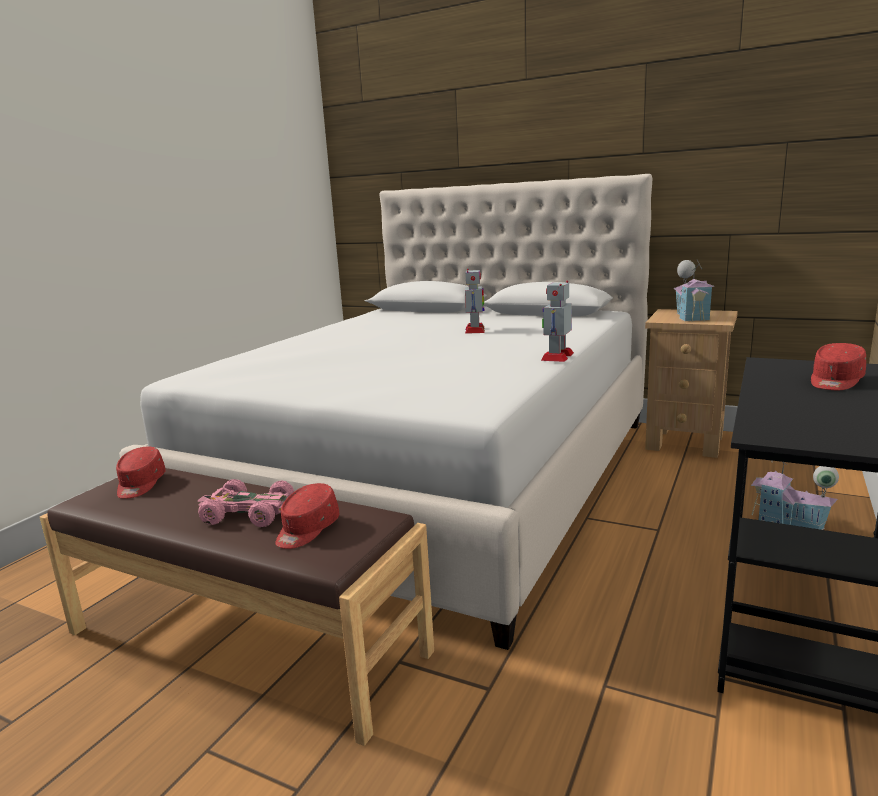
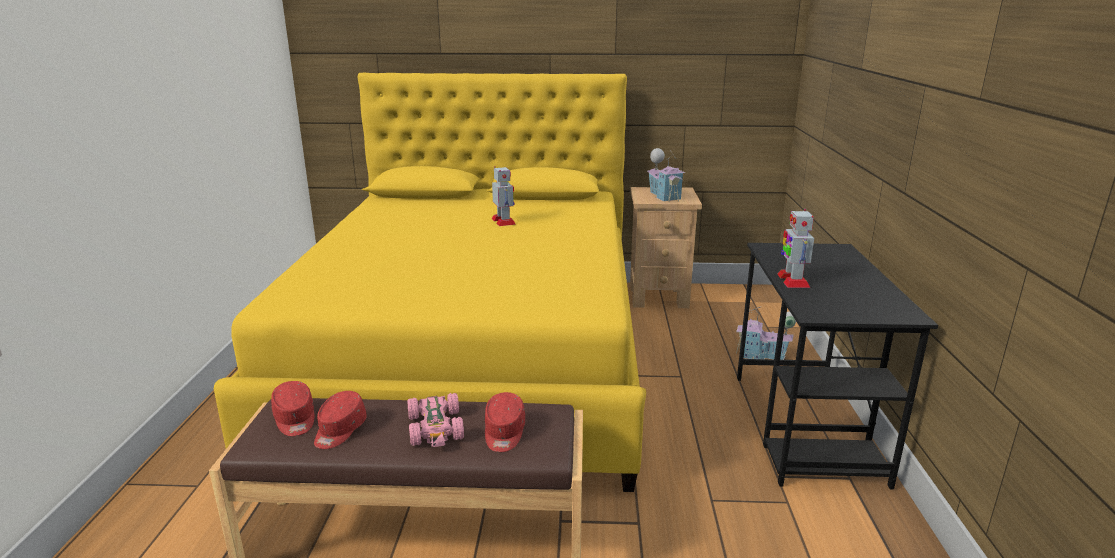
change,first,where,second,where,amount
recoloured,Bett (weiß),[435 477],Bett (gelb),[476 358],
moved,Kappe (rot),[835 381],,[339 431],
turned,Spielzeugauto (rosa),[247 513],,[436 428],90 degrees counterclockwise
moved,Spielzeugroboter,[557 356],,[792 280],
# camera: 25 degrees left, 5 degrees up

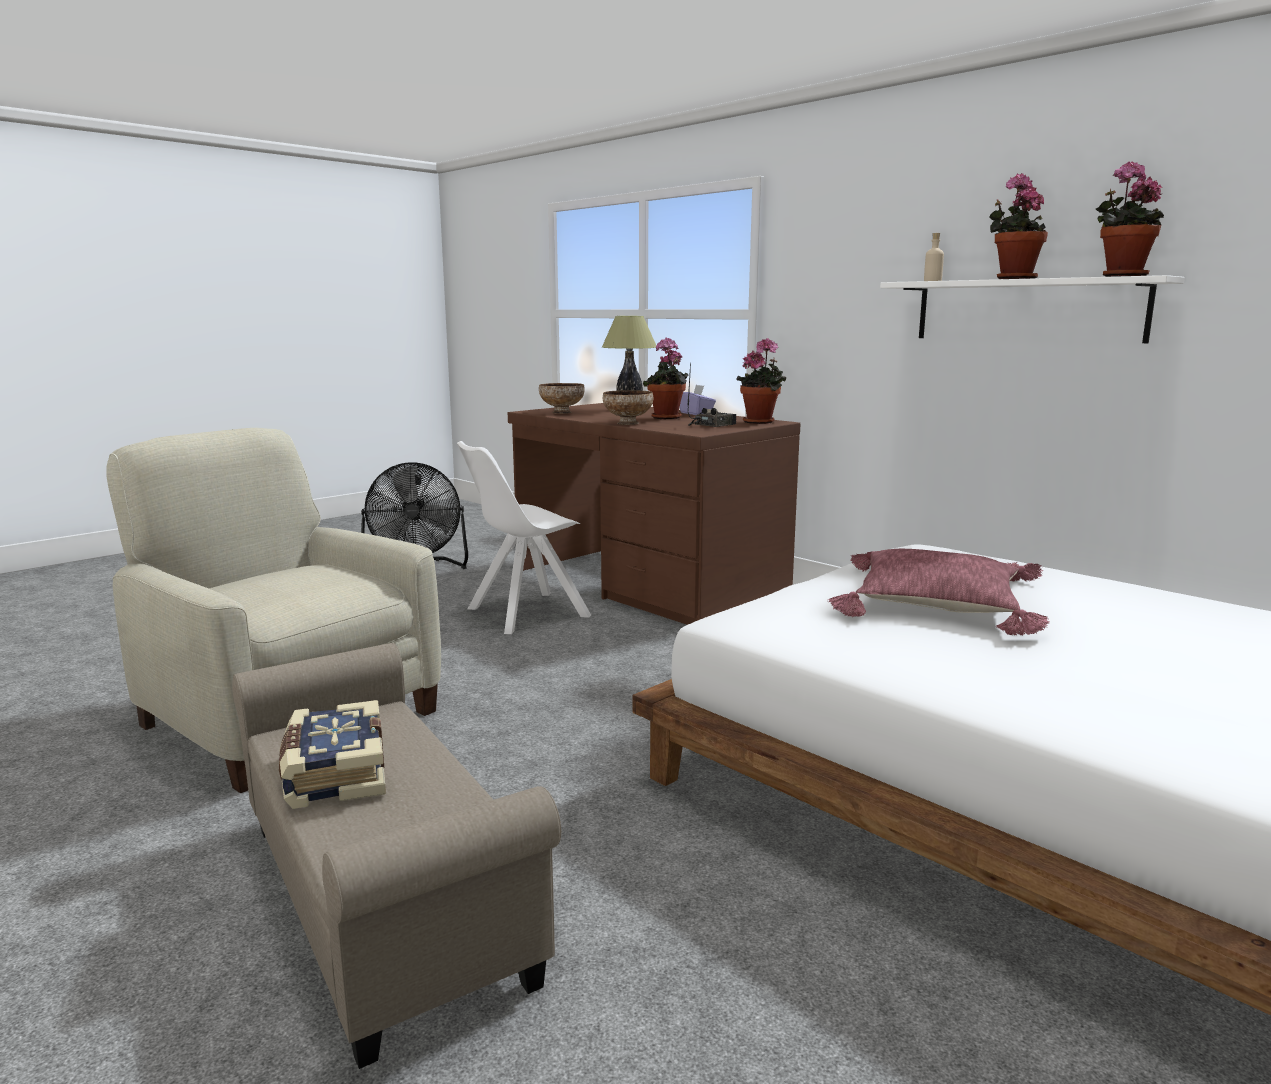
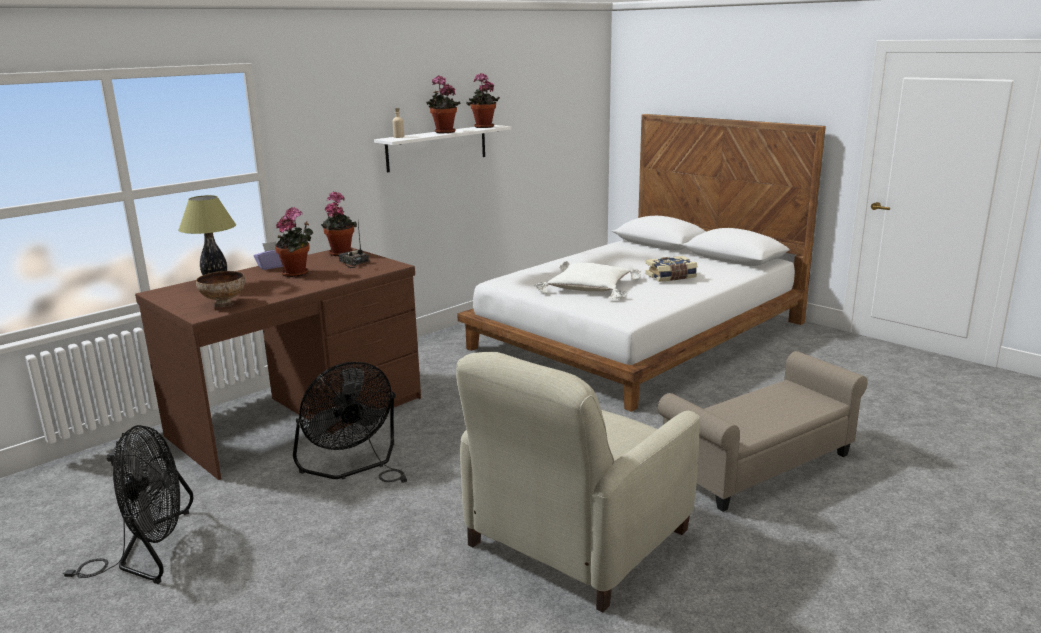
change,first,where,second,where,amount
replaced,Stuhl (weiß),[525 613],Ventilator (schwarz),[360 465],
recoloured,Kissen (rot),[937 599],Kissen (weiß),[589 286],
moved,Buch,[334 774],,[671 277],
removed,Schüssel,[628 423],,,
# camera: 90 degrees left, 5 degrees up

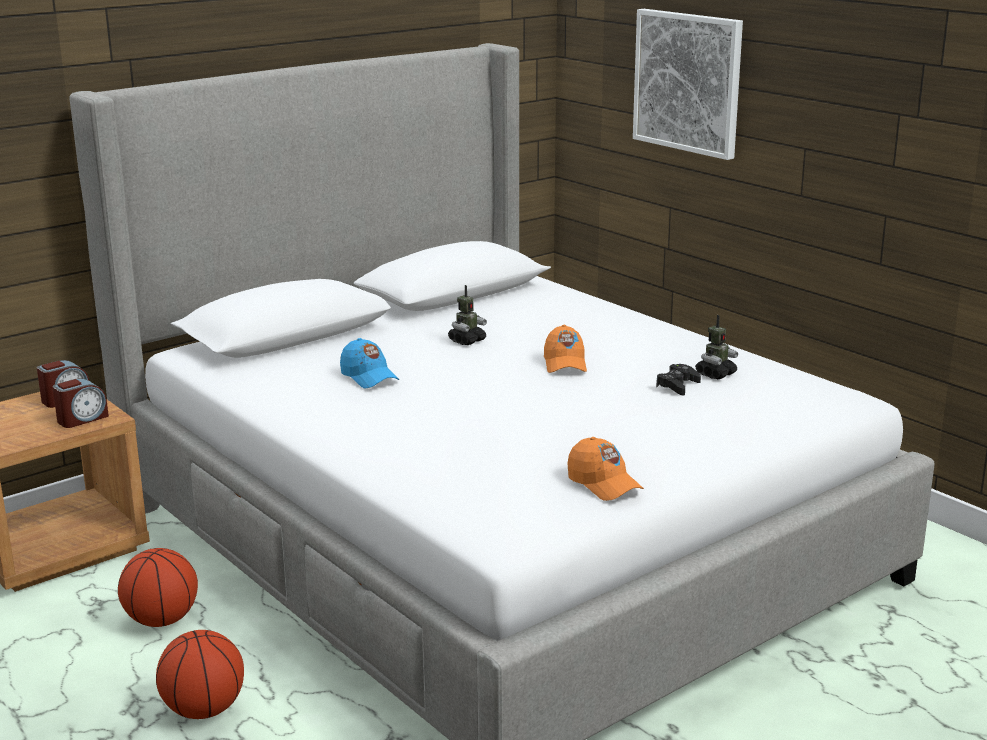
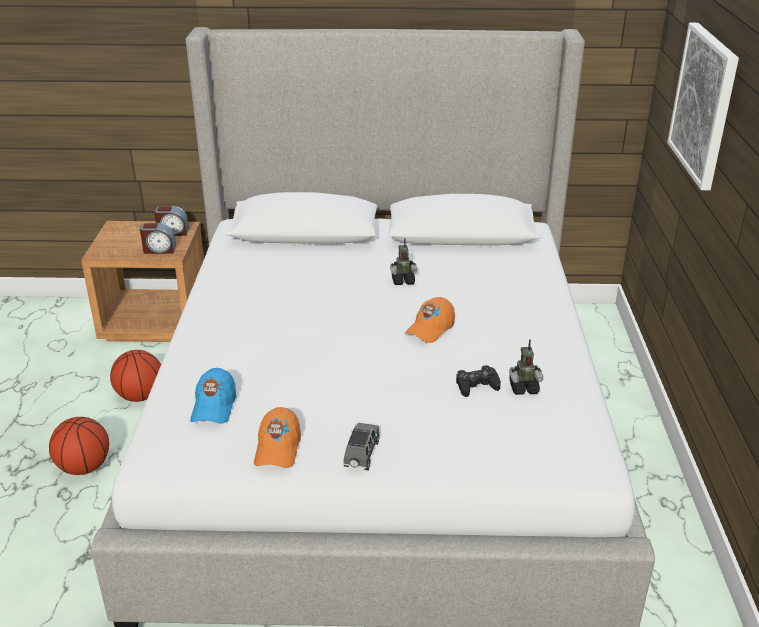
change,first,where,second,where,amount
moved,Kappe (blau),[369 377],,[214 407],
added,,,Spielzeugauto (grau),[361 454],
# camera: 40 degrees right, 10 degrees up

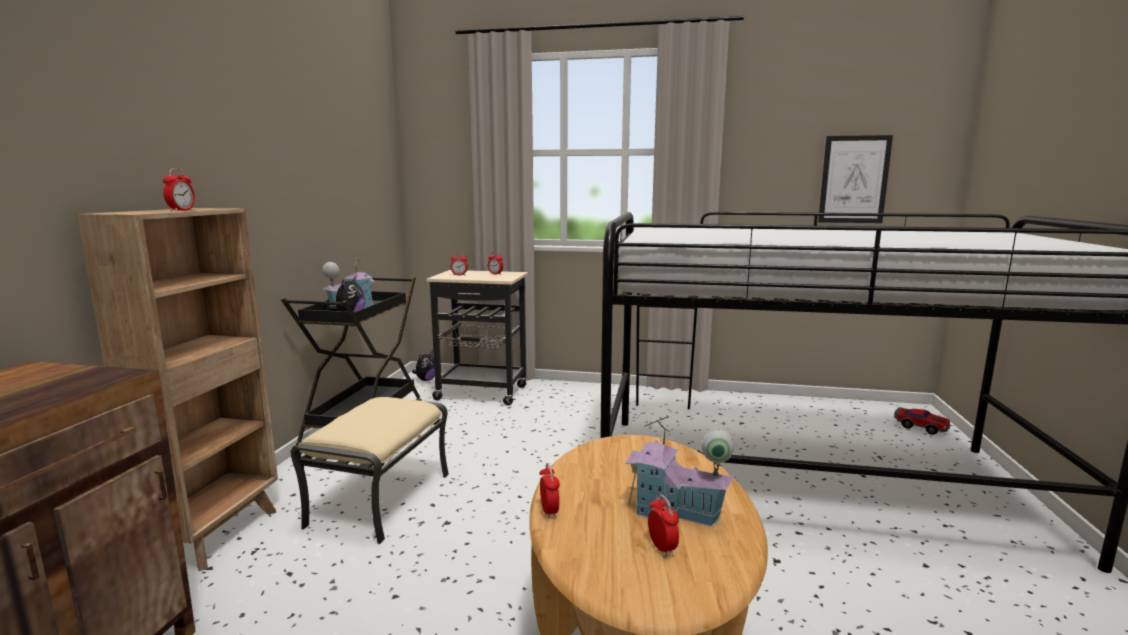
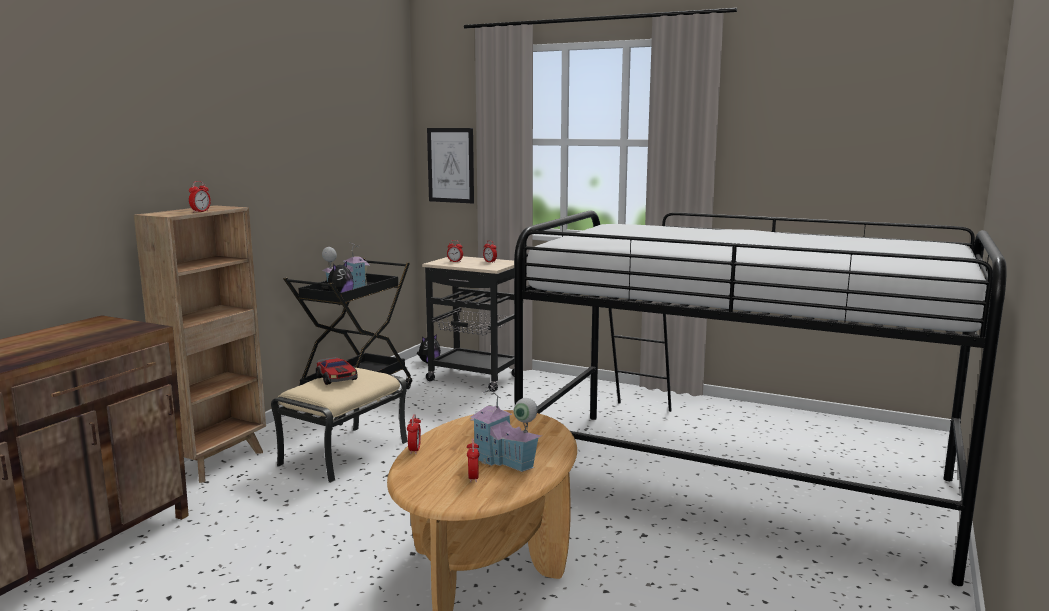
change,first,where,second,where,amount
moved,Spielzeugauto,[921 427],,[336 378],
moved,Bild,[854 179],,[450 165],
# camera: 15 degrees right, 0 degrees up

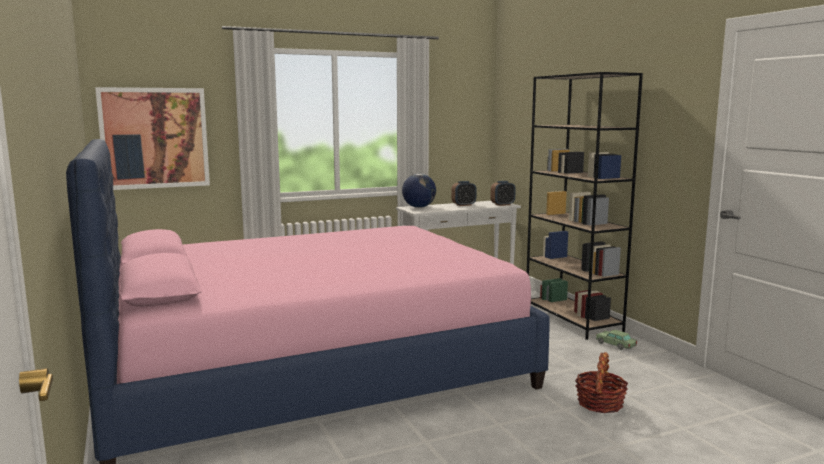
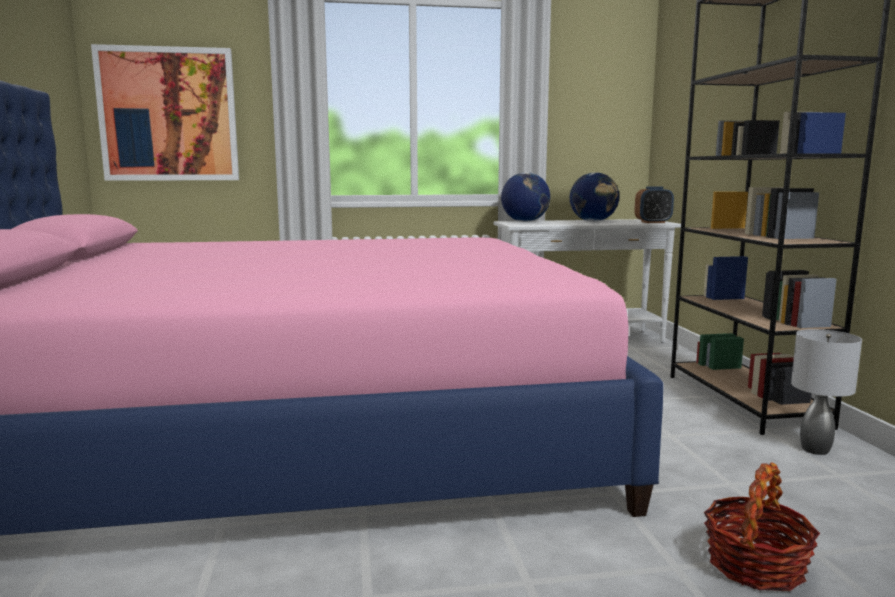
change,first,where,second,where,amount
replaced,Wecker,[463 205],Globus,[593 221],
replaced,Spielzeugauto,[615 345],Tischlampe (grau),[815 450],
# camera: 15 degrees right, 0 degrees up

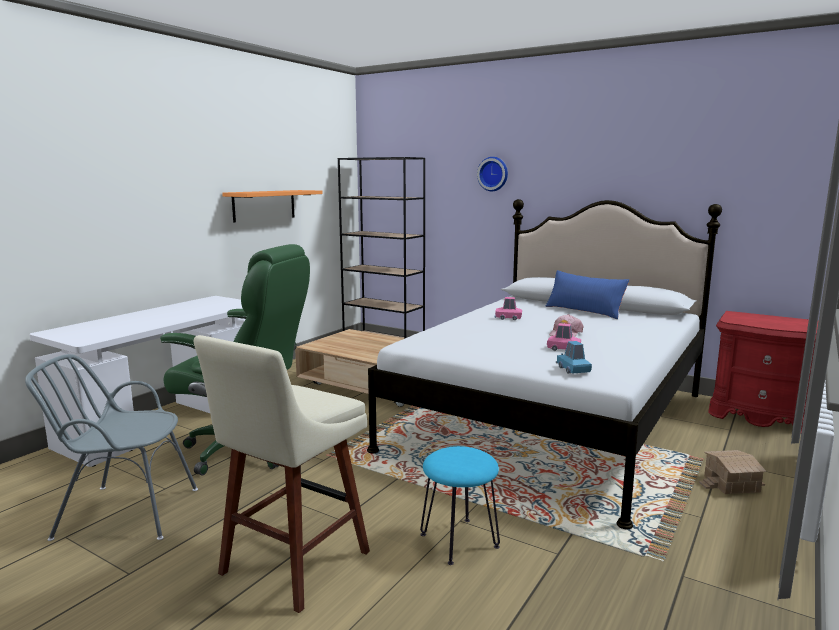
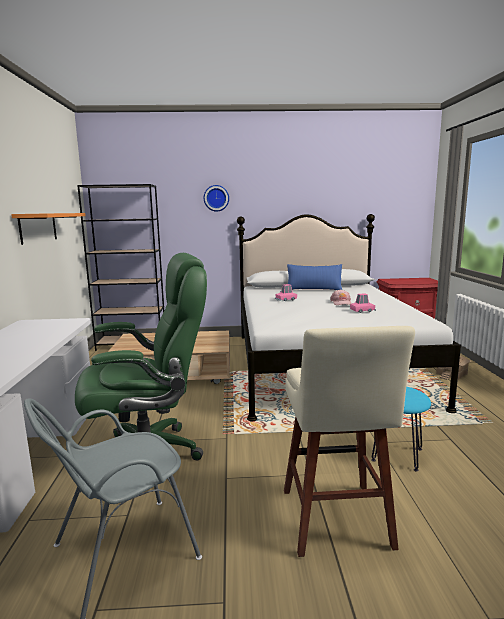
change,first,where,second,where,amount
removed,Spielzeugauto (blau),[573 369],,,
# camera: 35 degrees left, 0 degrees up

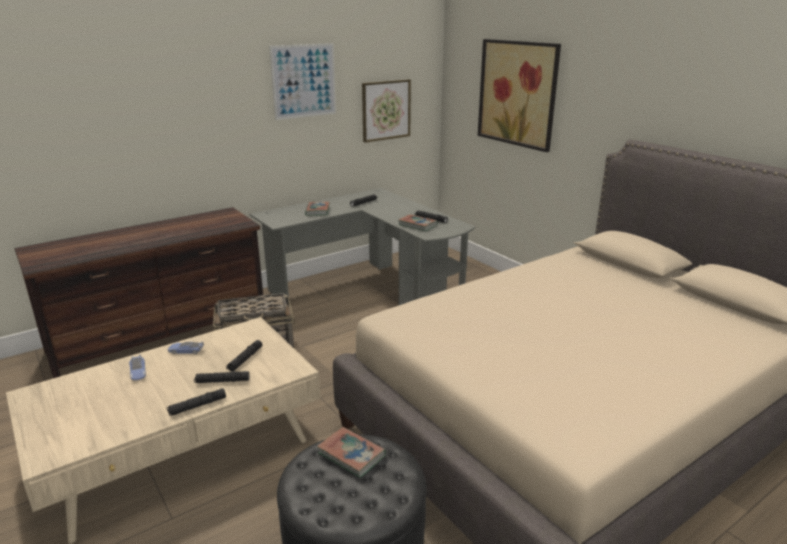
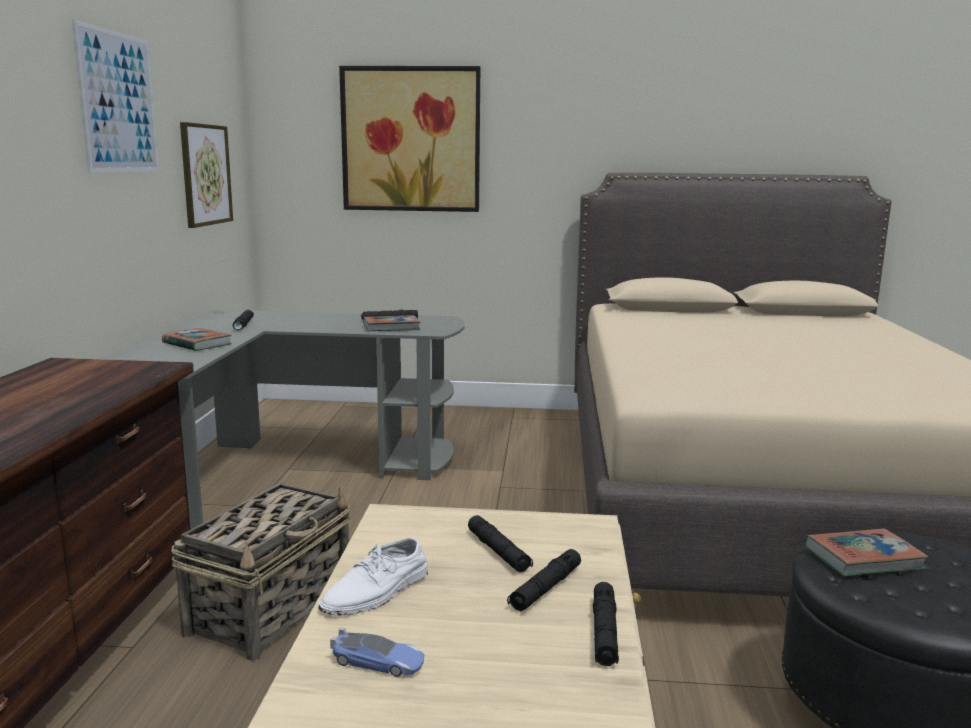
change,first,where,second,where,amount
replaced,Spielzeugauto,[186 350],Schuh (weiß),[377 592],
# camera: 50 degrees left, 10 degrees down

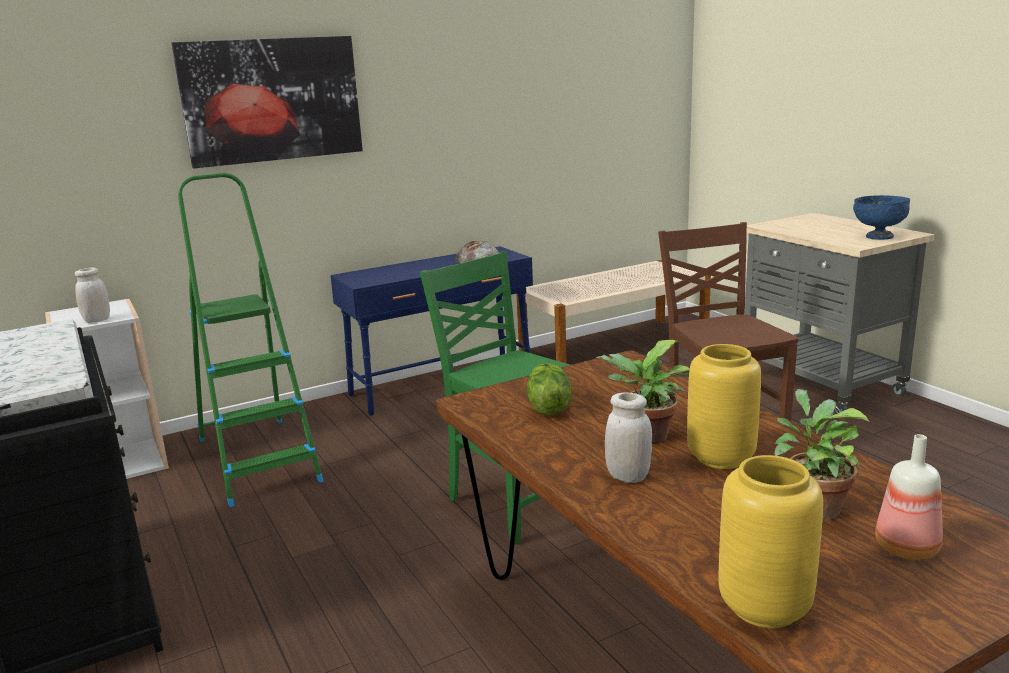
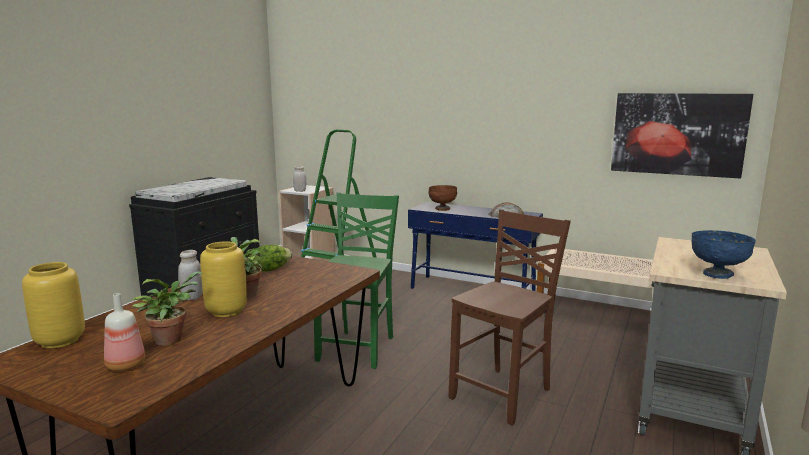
change,first,where,second,where,amount
added,,,Schüssel (braun),[442 209],
moved,Bild,[272 100],,[677 134],
# camera: 55 degrees right, 5 degrees down

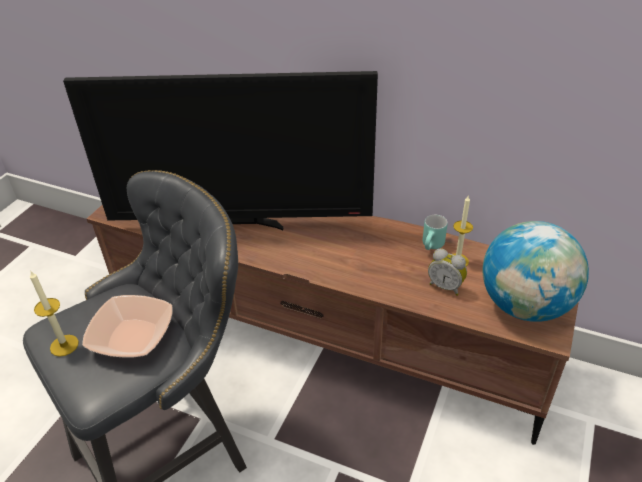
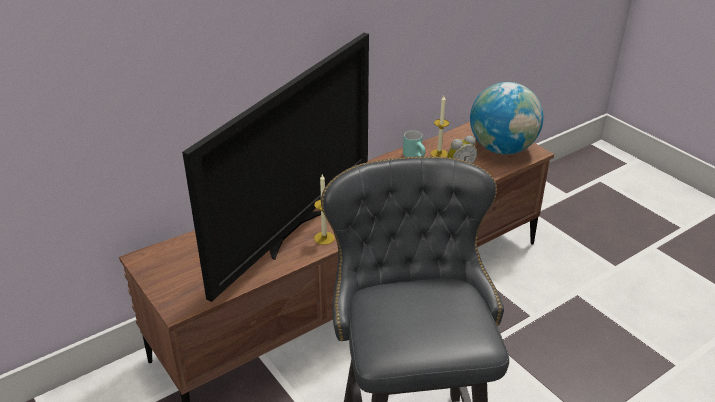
change,first,where,second,where,amount
moved,Kerze,[64 345],,[324 238],
removed,Schüssel,[132 336],,,
# camera: 60 degrees left, 5 degrees down

